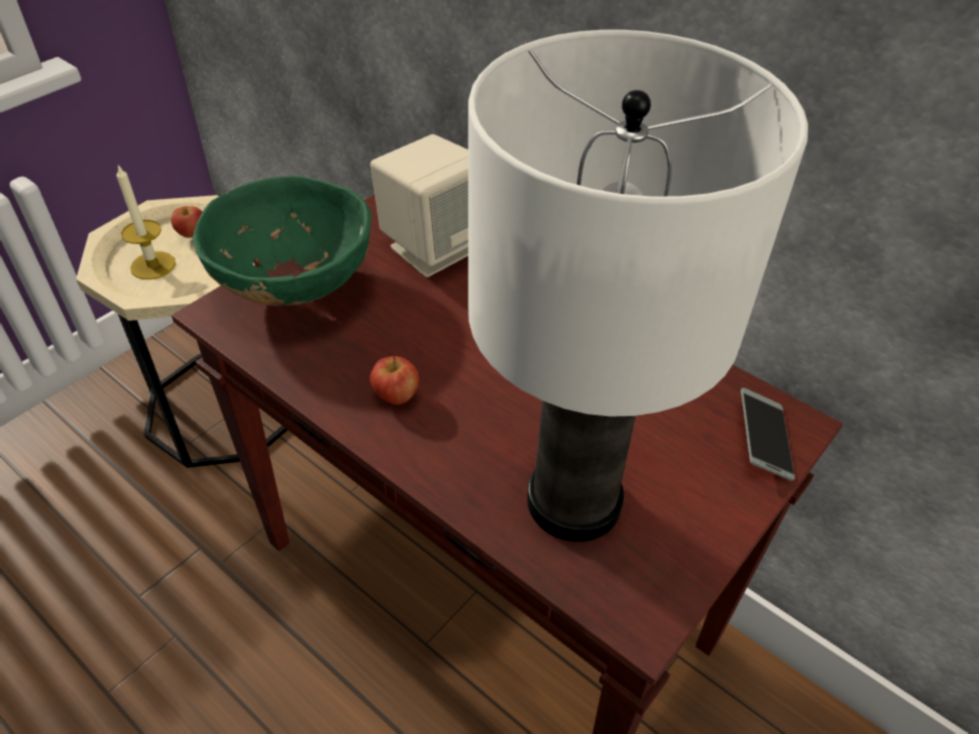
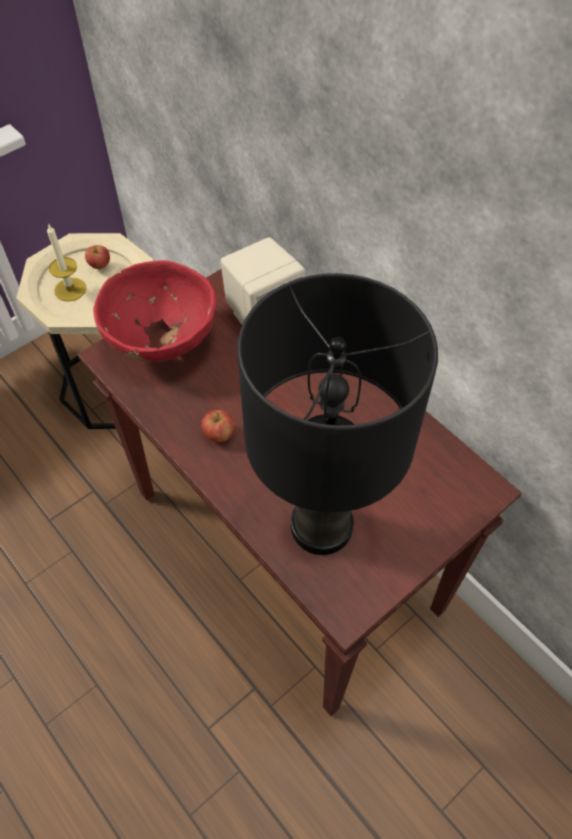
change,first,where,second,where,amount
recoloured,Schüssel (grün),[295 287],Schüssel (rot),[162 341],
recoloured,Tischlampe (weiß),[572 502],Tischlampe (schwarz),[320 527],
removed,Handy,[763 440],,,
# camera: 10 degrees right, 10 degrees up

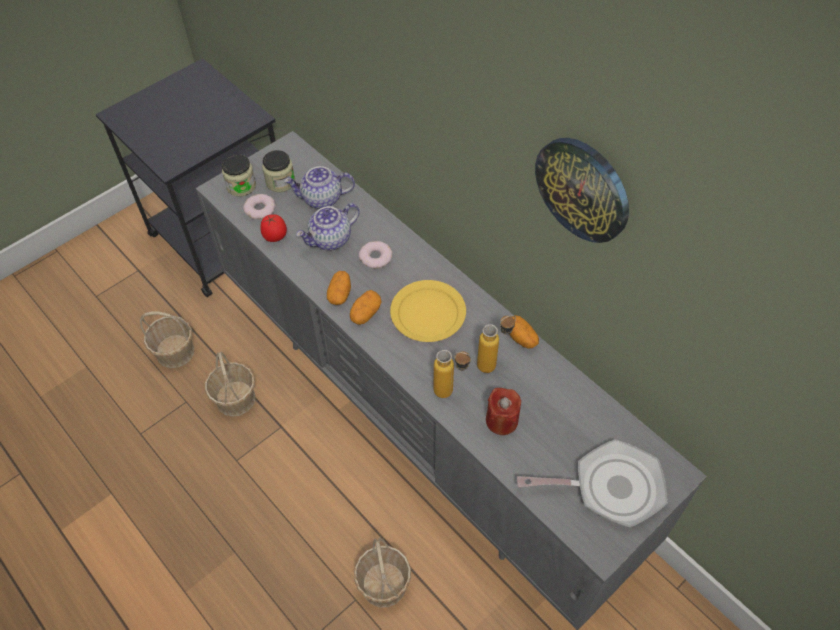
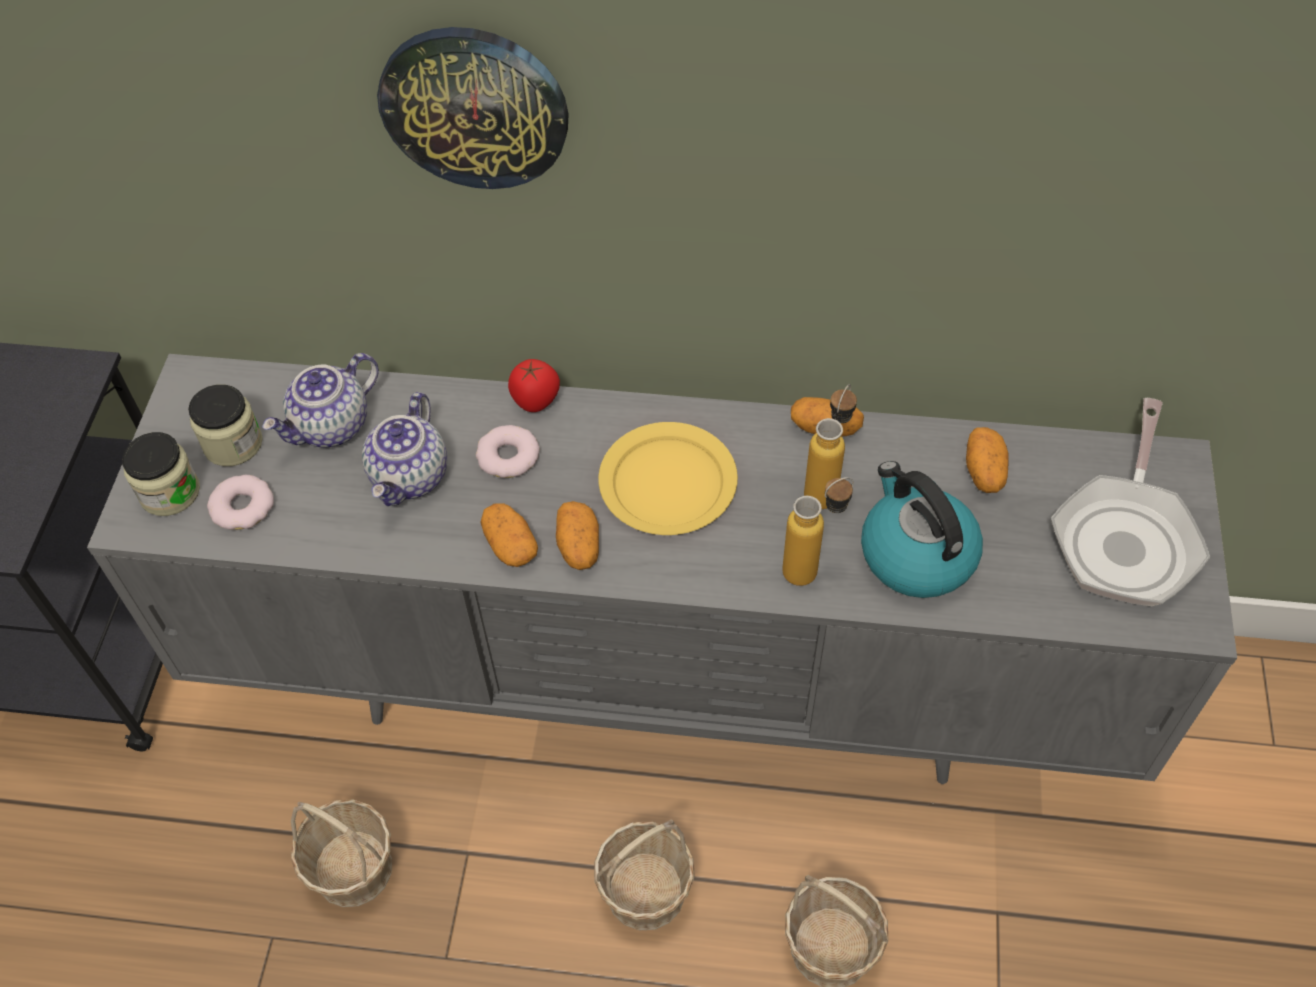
change,first,where,second,where,amount
moved,Wanduhr,[583 189],,[474 107],
moved,Tomate,[275 237],,[536 401],
moved,Korb,[175 352],,[646 891],
replaced,Kerze (rot),[501 420],Wasserkessel,[915 554],
added,,,Kartoffel,[984 471],
turned,Pfanne,[610 487],,[1125 538],150 degrees clockwise
# camera: 40 degrees left, 0 degrees up

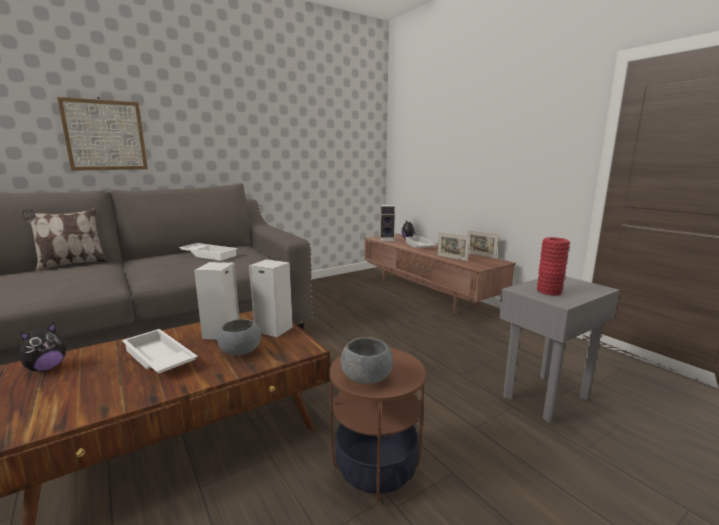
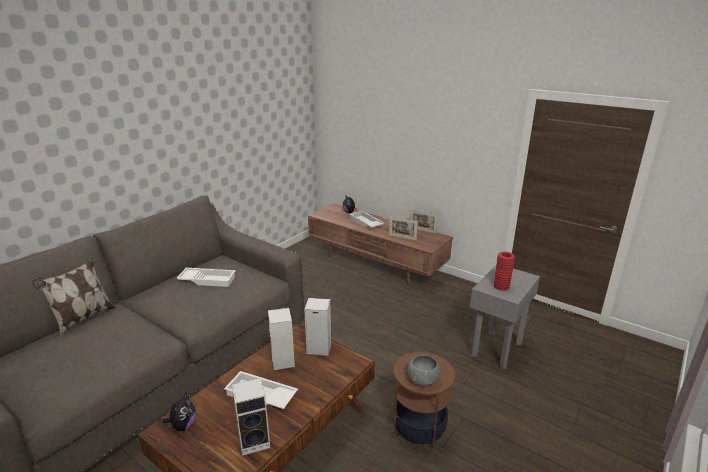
change,first,where,second,where,amount
moved,Lautsprecher,[387 239],,[255 440],
removed,Bild,[105 134],,,
removed,Schüssel (grau),[240 351],,,
# camera: 20 degrees left, 10 degrees up

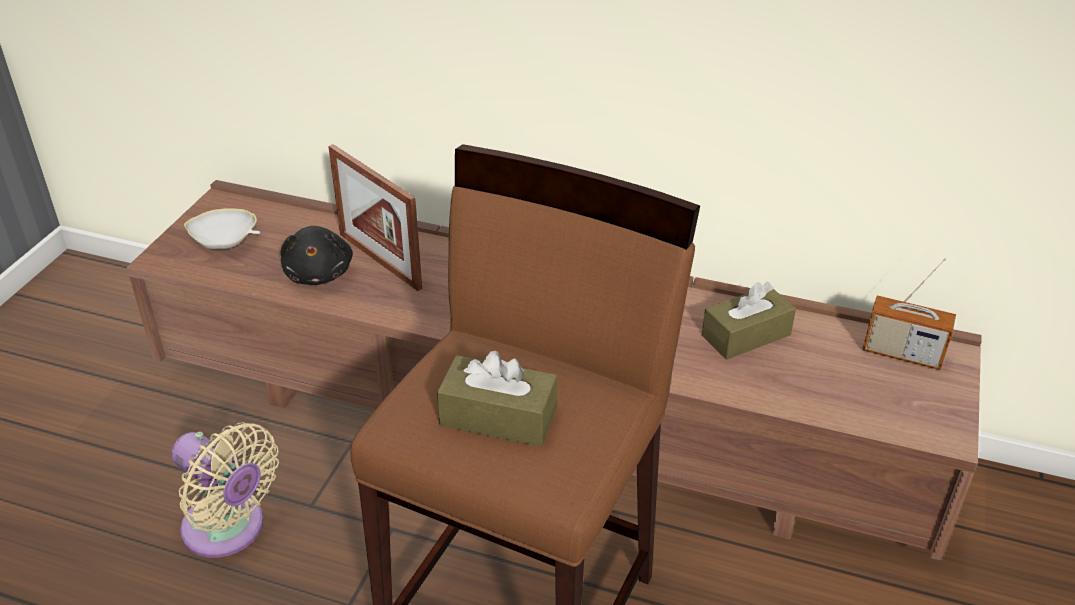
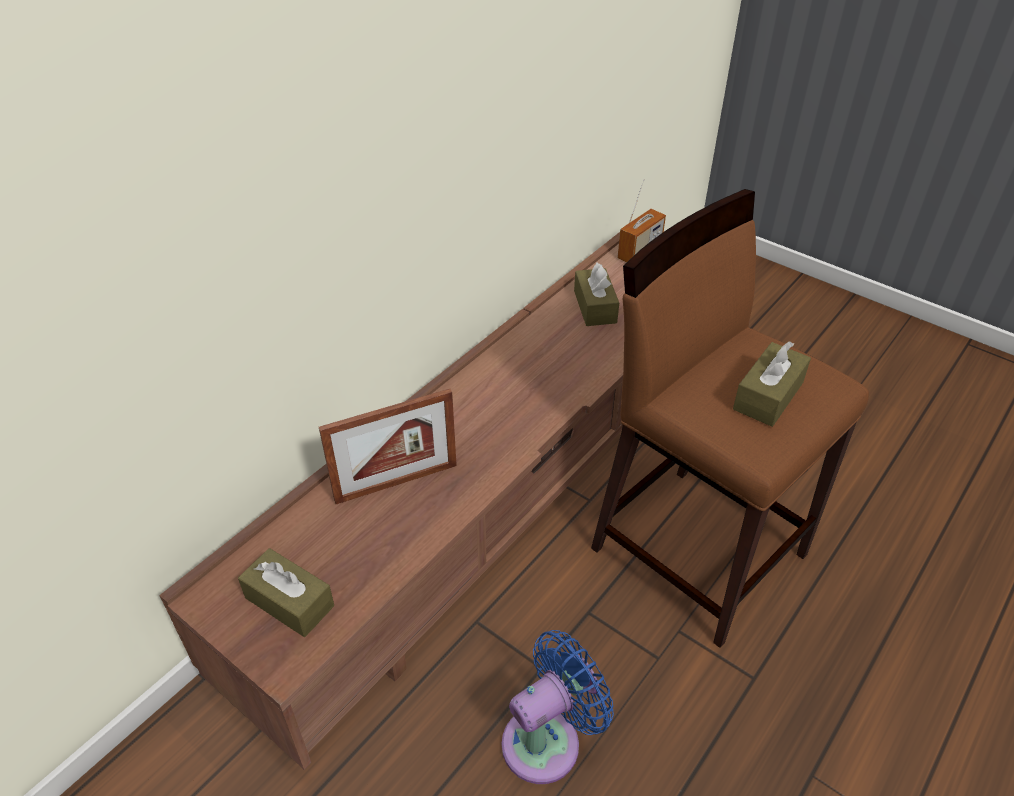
change,first,where,second,where,amount
replaced,Schüssel (weiß),[225 242],Taschentuchbox (braun),[289 602],
recoloured,Ventilator (beige),[229 530],Ventilator (blau),[548 740],
removed,Plüschtier (schwarz),[319 273],,,
# camera: 70 degrees left, 5 degrees up

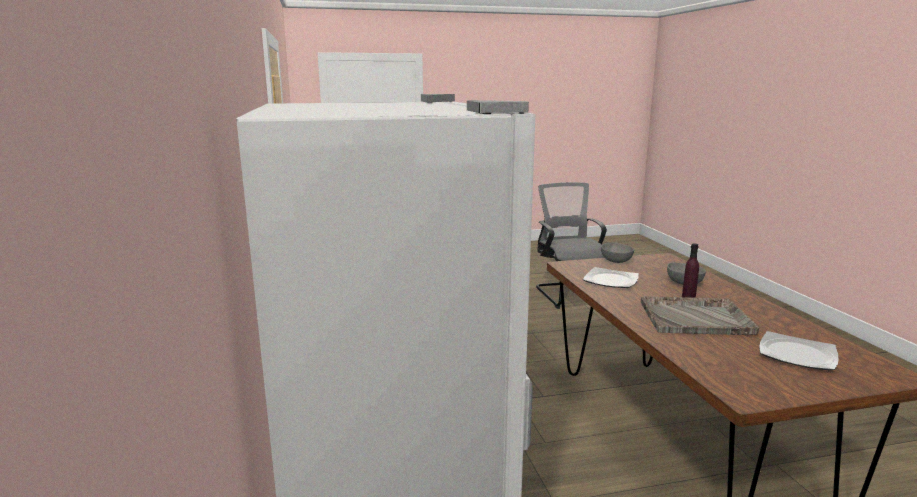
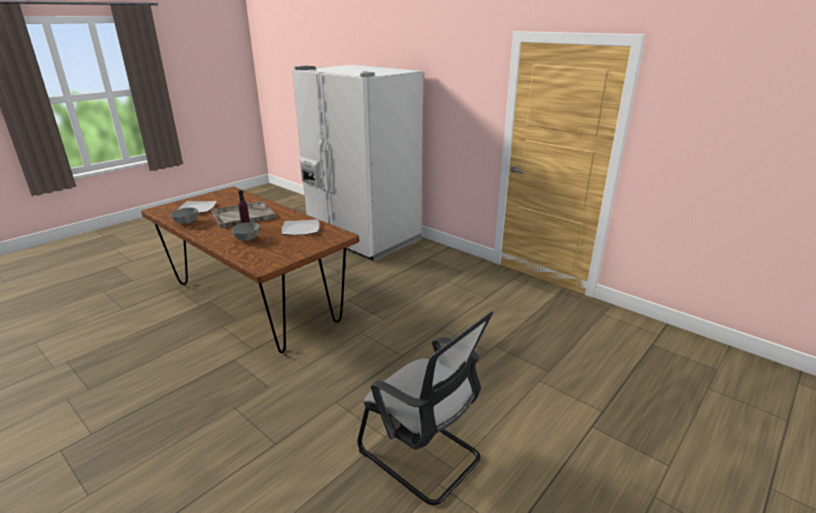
change,first,where,second,where,amount
moved,Schüssel (grau),[616 261],,[186 223],
# camera: 145 degrees right, 10 degrees up

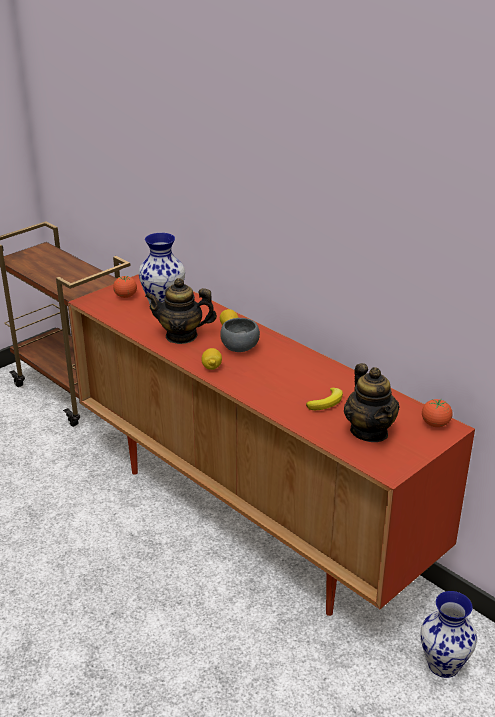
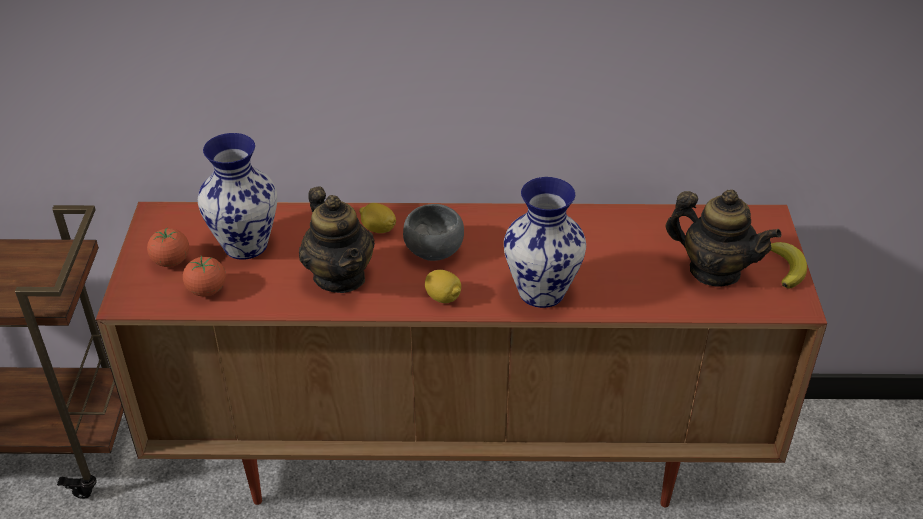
change,first,where,second,where,amount
moved,Tomate,[435 424],,[207 290],
turned,Teekanne,[181 336],,[340 276],75 degrees counterclockwise
moved,Vase,[444 665],,[543 292],
moved,Banane,[327 402],,[786 267],
# camera: 45 degrees left, 10 degrees up

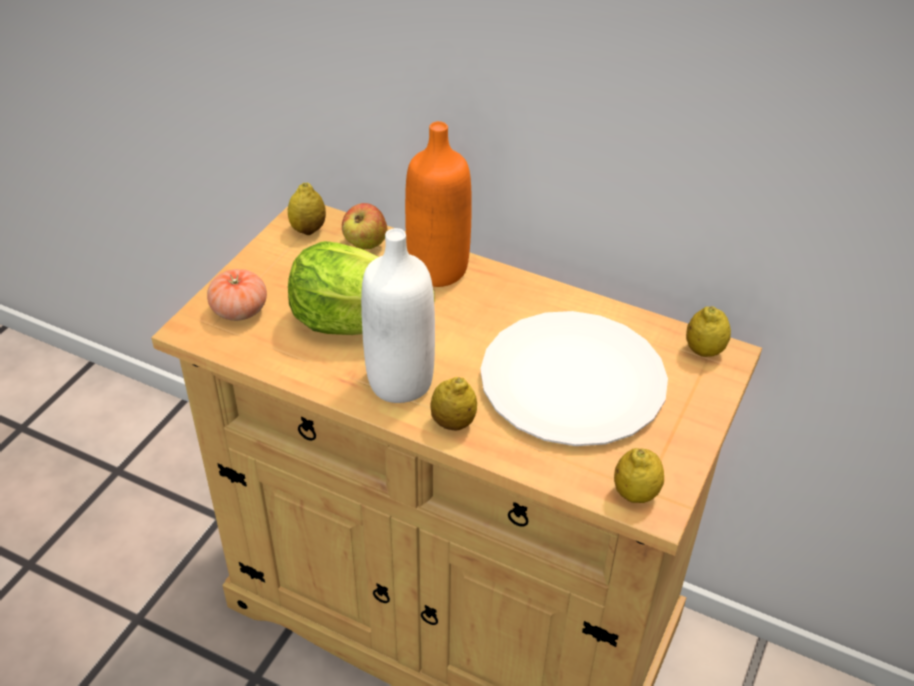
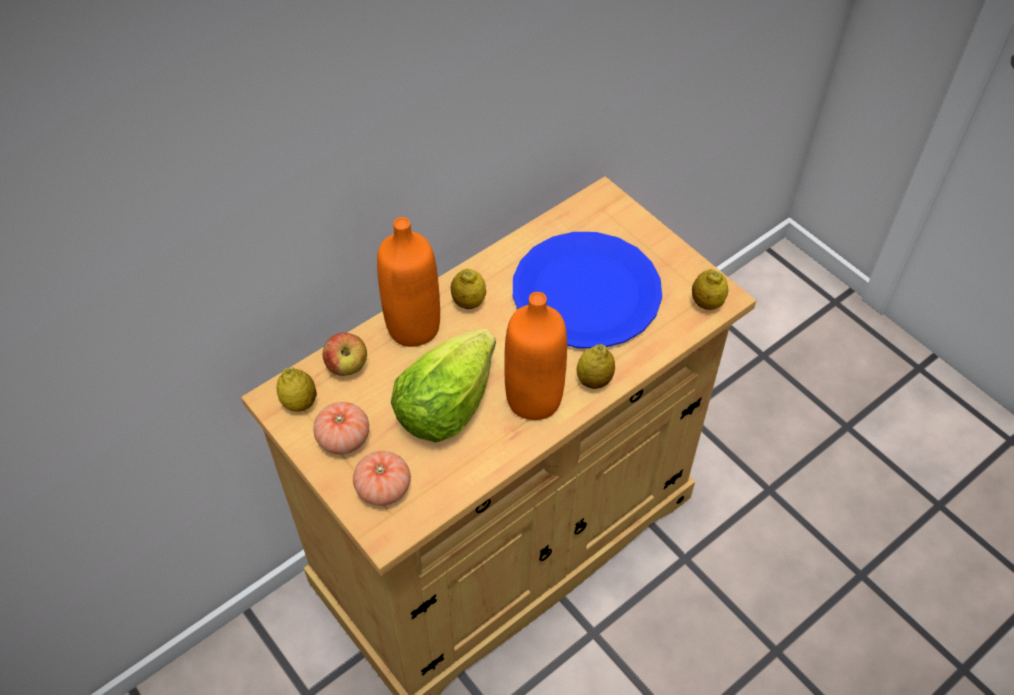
change,first,where,second,where,amount
added,,,Tomate,[343 438],
moved,Zitrone,[704 350],,[469 302],
recoloured,Flasche (weiß),[400 382],Flasche (orange),[534 399],
recoloured,Teller (weiß),[572 381],Teller (blau),[587 293],
# camera: 65 degrees left, 10 degrees up

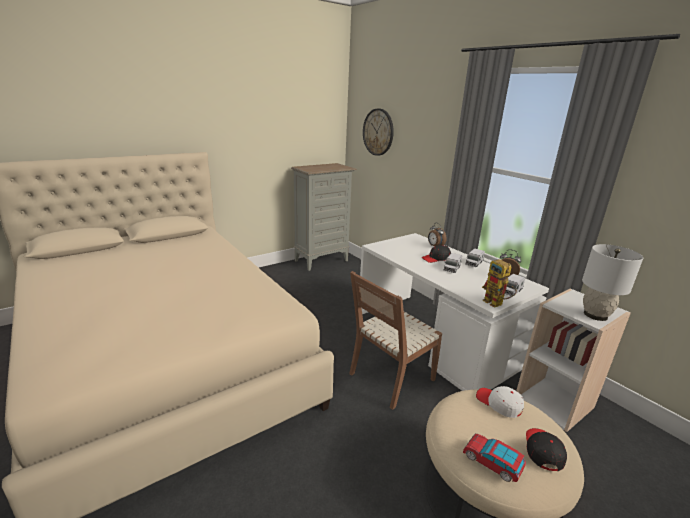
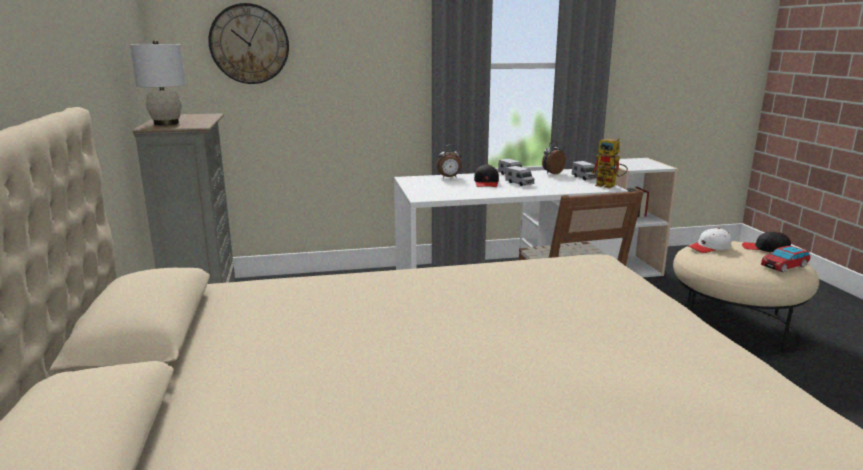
change,first,where,second,where,amount
moved,Tischlampe (weiß),[595 315],,[166 123],
turned,Spielzeugroboter,[496 304],,[610 186],45 degrees clockwise
# camera: 65 degrees left, 5 degrees down

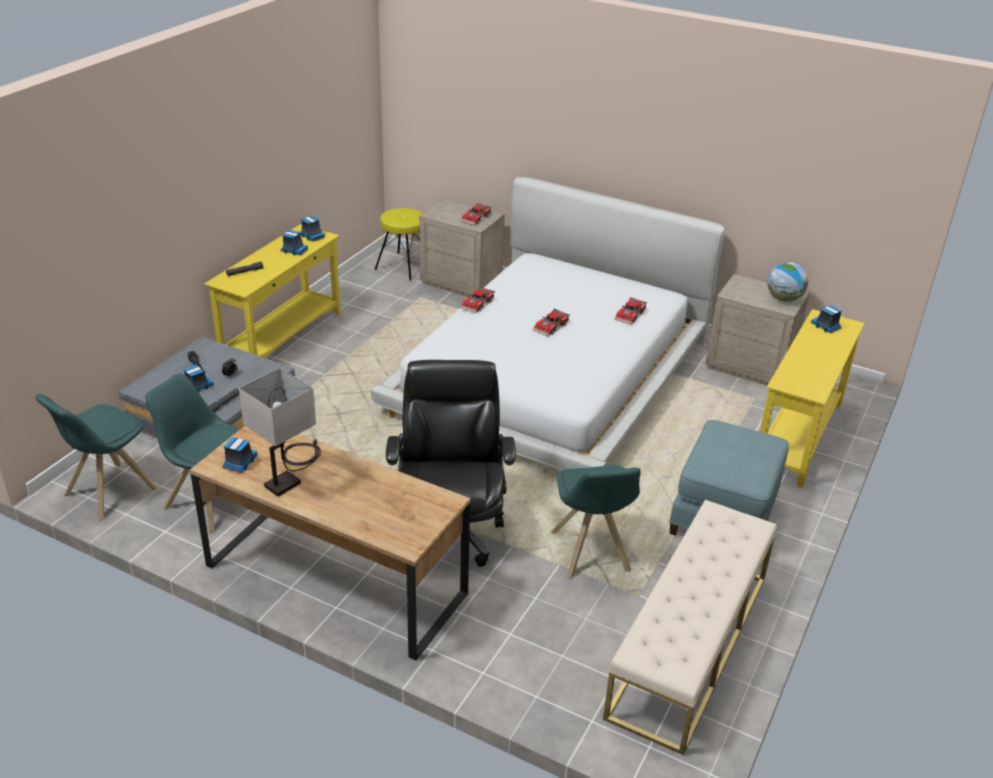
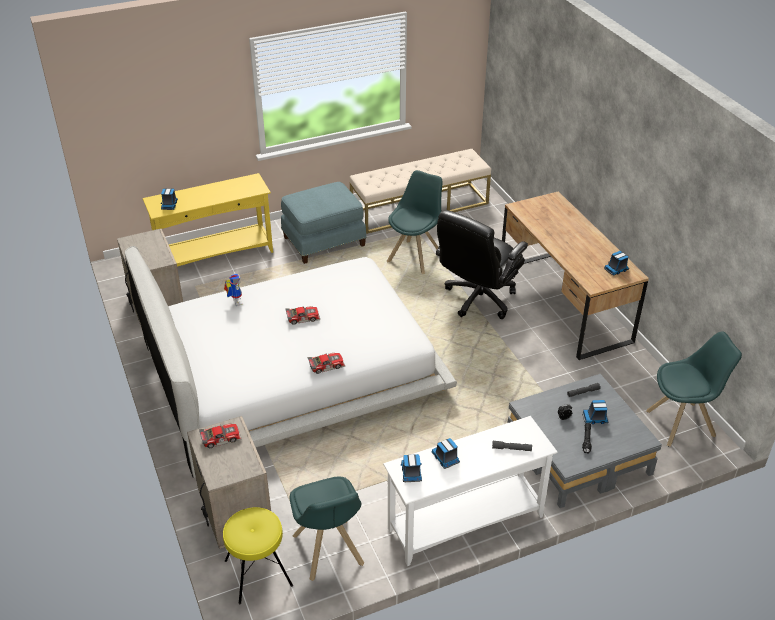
change,first,where,second,where,amount
replaced,Spielzeugauto,[631 315],Spielzeugroboter,[235 301],
moved,Stuhl (türkis),[209 502],,[328 550],
recoloured,Konsolentisch (gelb),[282 337],Konsolentisch (weiß),[465 523],
removed,Tischlampe,[292 472],,,
removed,Globus,[784 299],,,
# camera: 140 degrees left, 5 degrees up

